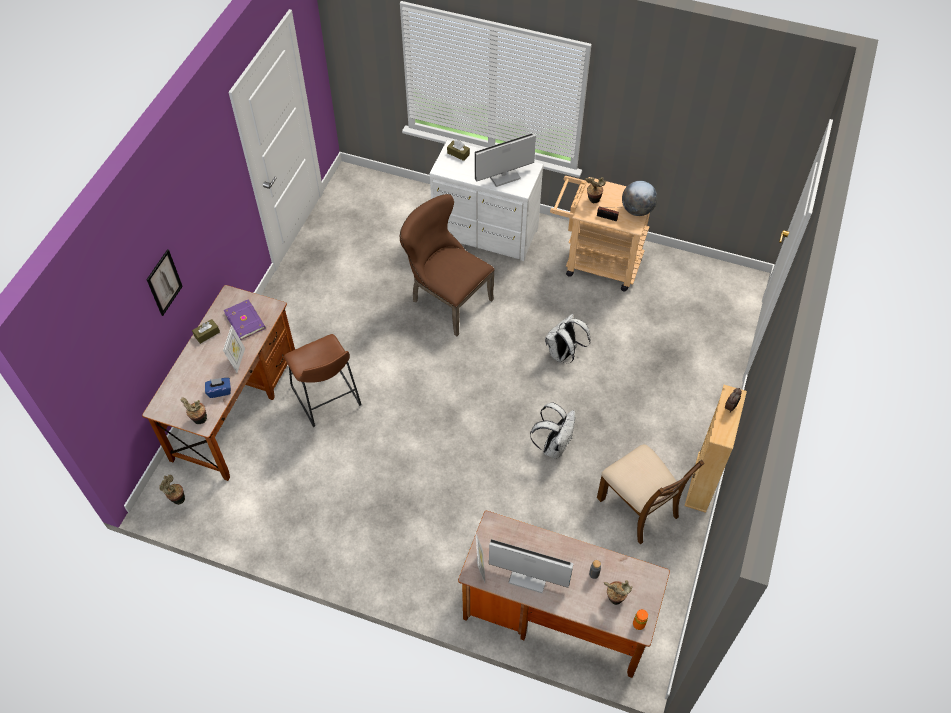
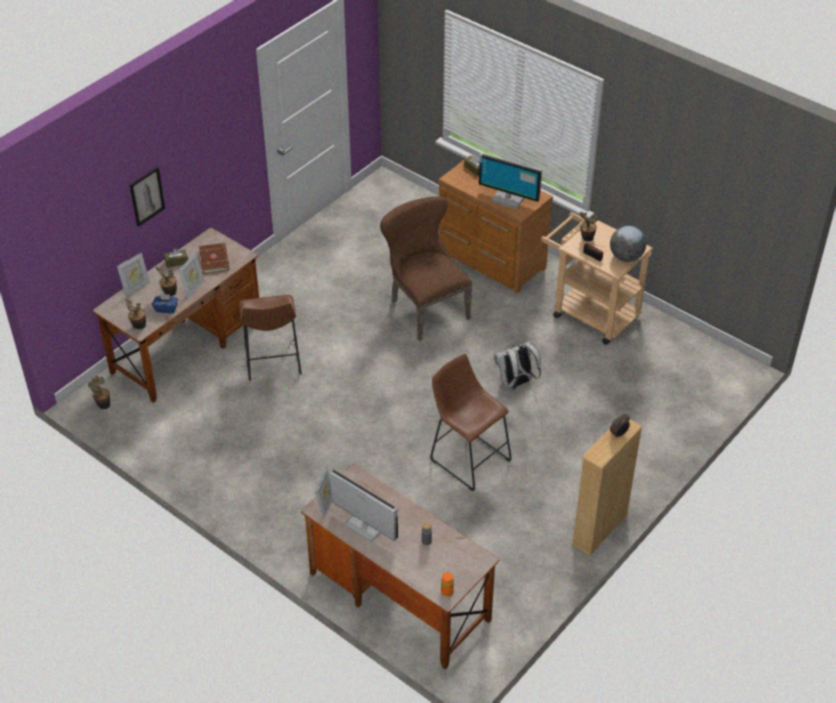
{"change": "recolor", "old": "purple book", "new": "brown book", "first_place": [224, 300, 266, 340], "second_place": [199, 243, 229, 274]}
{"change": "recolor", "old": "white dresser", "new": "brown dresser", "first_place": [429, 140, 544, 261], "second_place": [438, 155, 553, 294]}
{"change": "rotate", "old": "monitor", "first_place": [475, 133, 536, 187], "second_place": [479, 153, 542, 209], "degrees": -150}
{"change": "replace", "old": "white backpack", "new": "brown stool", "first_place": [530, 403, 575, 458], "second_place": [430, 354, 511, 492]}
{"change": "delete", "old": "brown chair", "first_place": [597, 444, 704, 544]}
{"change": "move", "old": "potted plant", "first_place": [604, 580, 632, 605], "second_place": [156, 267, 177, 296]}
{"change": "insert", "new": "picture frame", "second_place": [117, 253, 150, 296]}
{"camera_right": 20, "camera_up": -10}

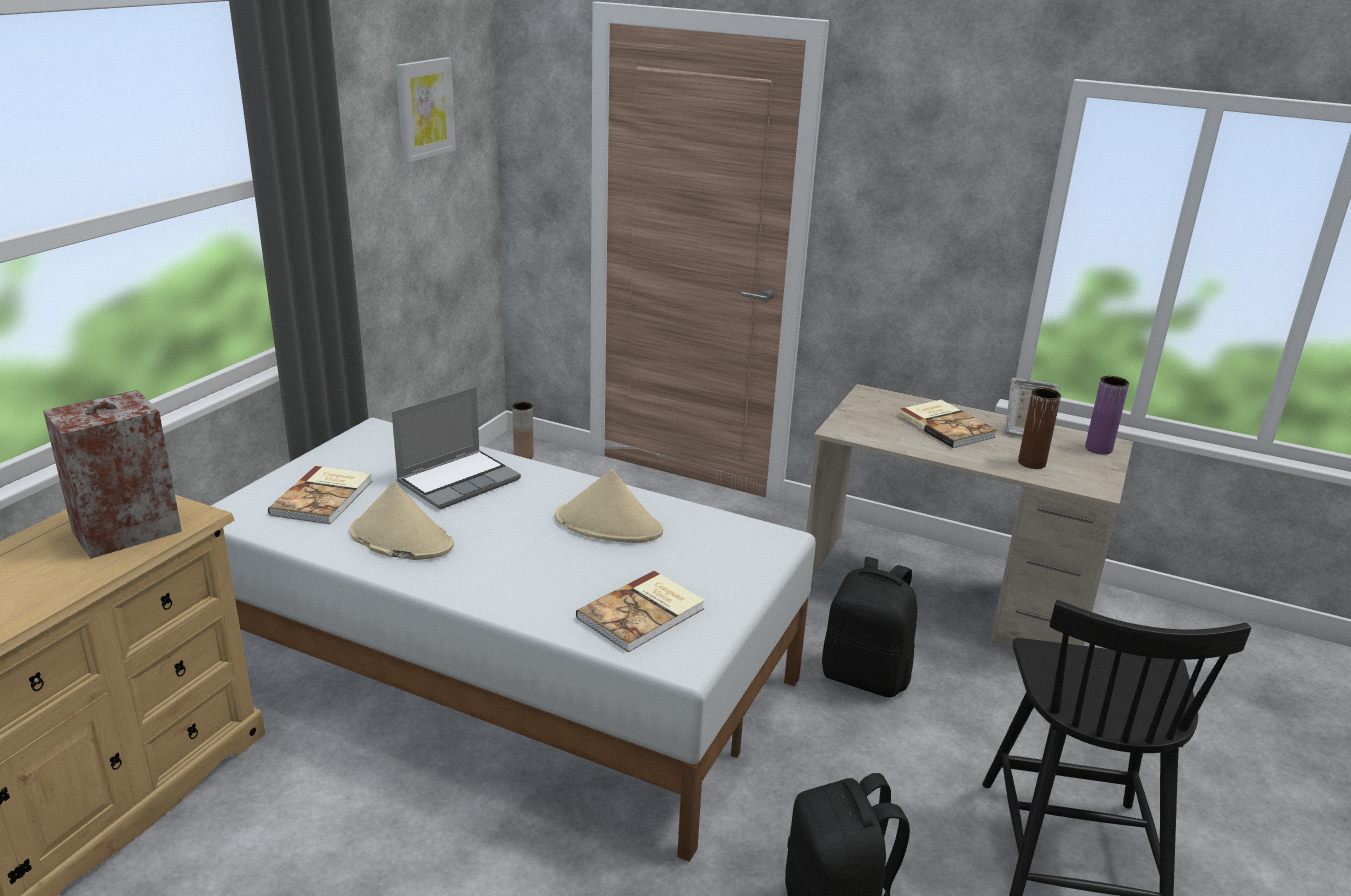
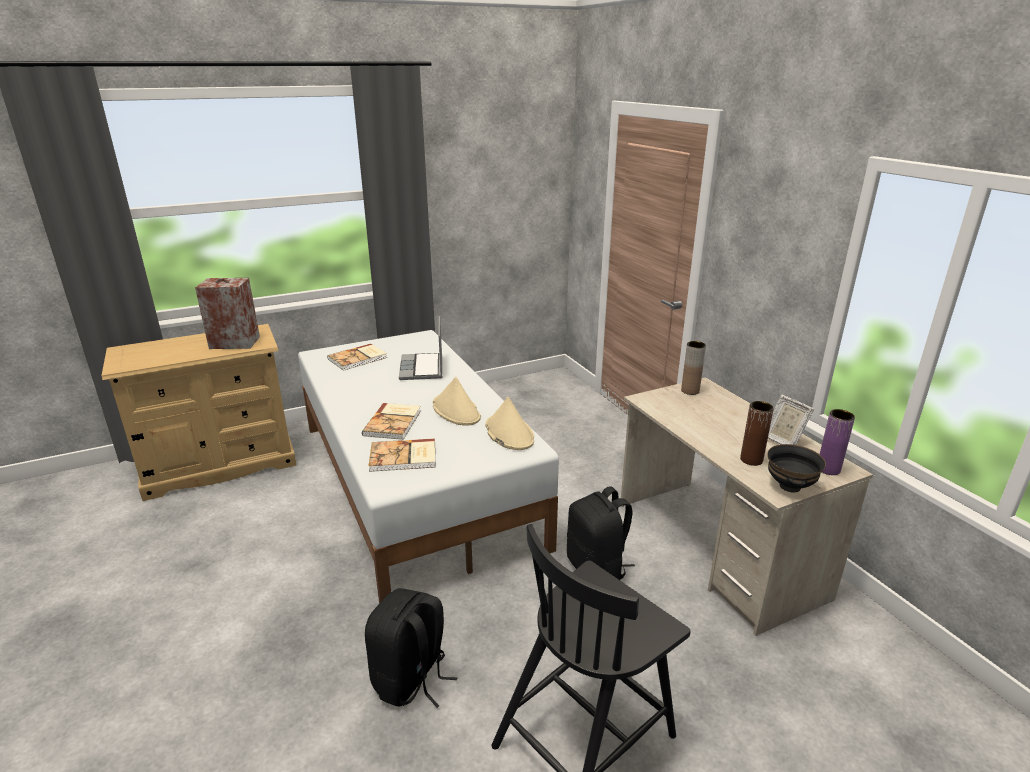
{"change": "move", "old": "beige hat", "first_place": [350, 481, 454, 560], "second_place": [485, 397, 534, 450]}
{"change": "rotate", "old": "laptop", "first_place": [392, 387, 521, 510], "second_place": [399, 316, 442, 380], "degrees": 90}
{"change": "delete", "old": "picture", "first_place": [396, 57, 456, 163]}
{"change": "move", "old": "brown vase", "first_place": [512, 402, 534, 459], "second_place": [681, 341, 706, 395]}
{"change": "move", "old": "book", "first_place": [898, 400, 997, 448], "second_place": [362, 403, 421, 440]}
{"change": "insert", "new": "black bowl", "second_place": [767, 444, 826, 492]}
{"camera_right": 40, "camera_up": 0}

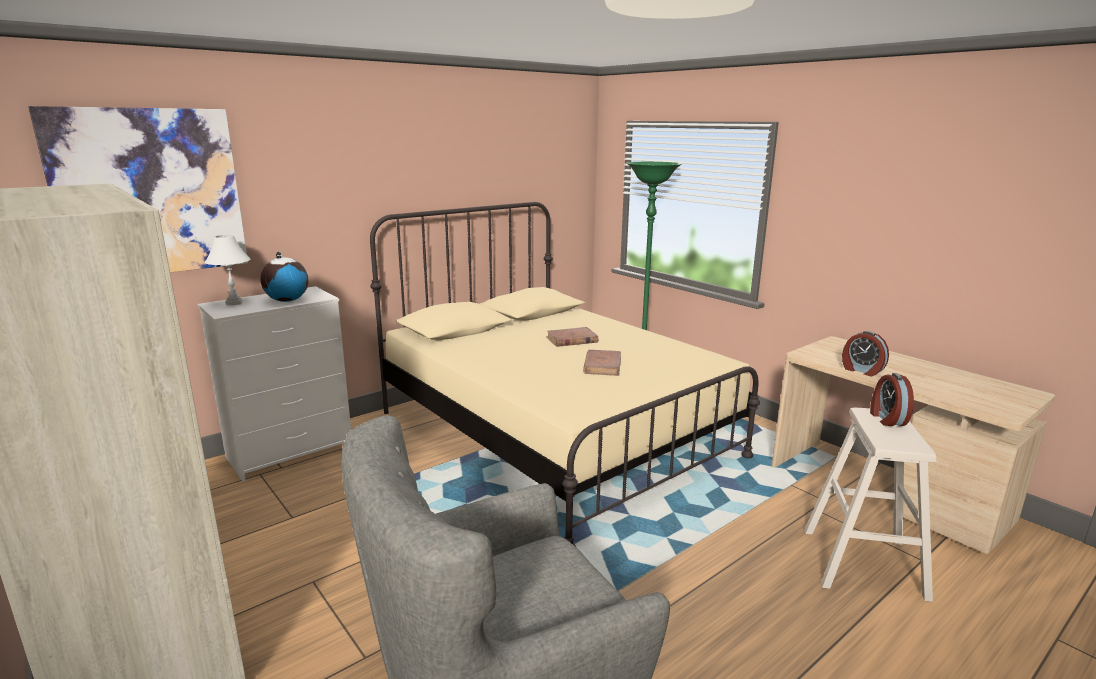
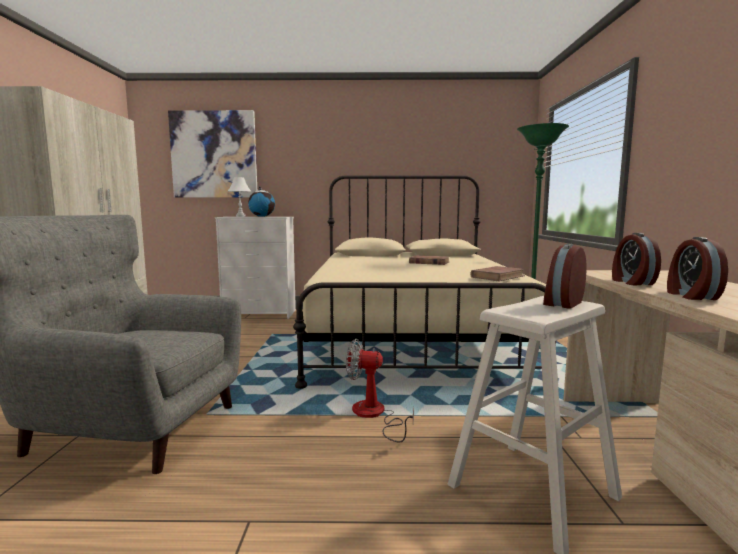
{"change": "move", "old": "brown book", "first_place": [583, 350, 621, 376], "second_place": [470, 266, 525, 281]}
{"change": "insert", "new": "fan", "second_place": [346, 339, 414, 442]}
{"change": "insert", "new": "alarm clock", "second_place": [667, 237, 728, 300]}
{"camera_right": 40, "camera_up": -10}

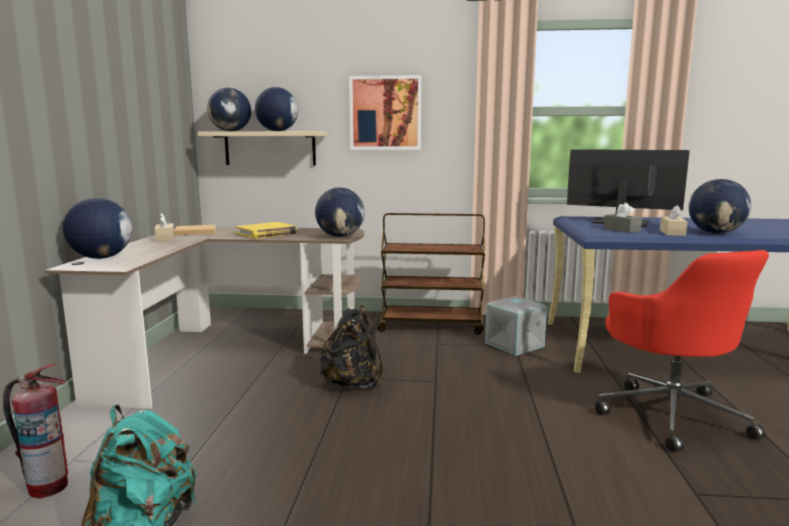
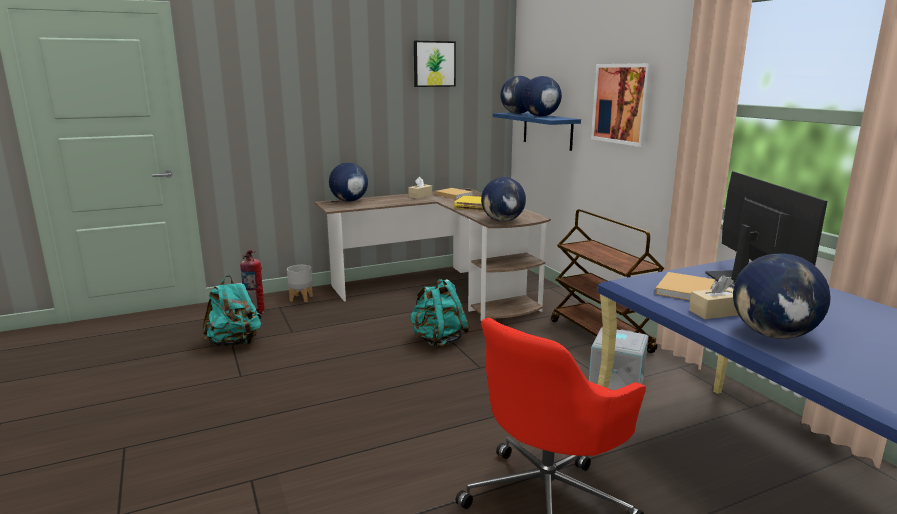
{"change": "recolor", "old": "beige shelf", "new": "blue shelf", "first_place": [198, 131, 327, 165], "second_place": [493, 113, 581, 151]}
{"change": "recolor", "old": "black backpack", "new": "turquoise backpack", "first_place": [320, 305, 383, 388], "second_place": [410, 279, 470, 348]}
{"change": "replace", "old": "grey tissue box", "new": "beige book", "first_place": [604, 203, 642, 233], "second_place": [655, 272, 715, 300]}
{"change": "insert", "new": "grey planter", "second_place": [287, 265, 313, 302]}
{"change": "insert", "new": "picture", "second_place": [414, 41, 456, 87]}
{"camera_right": 60, "camera_up": 5}

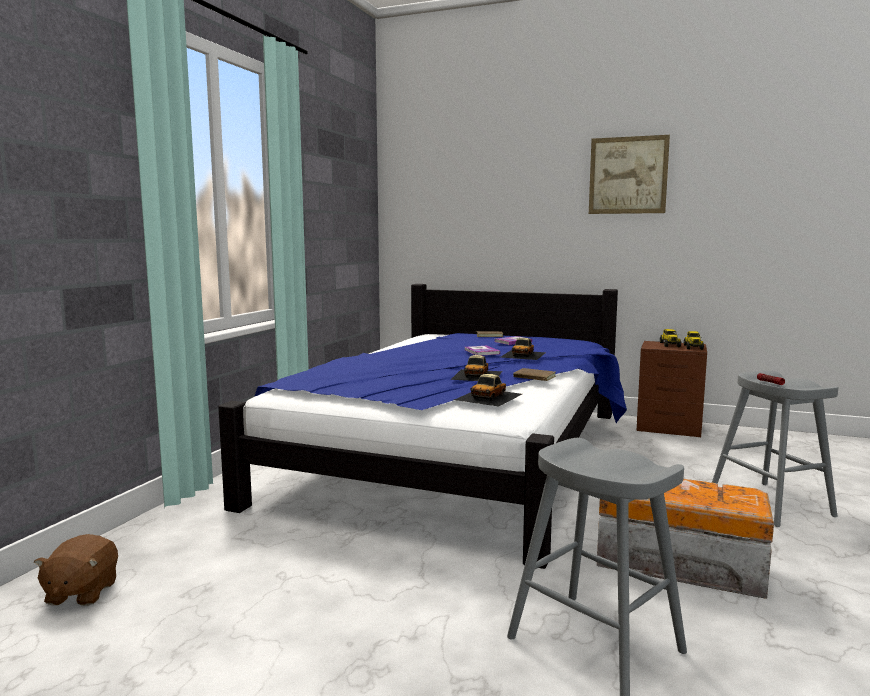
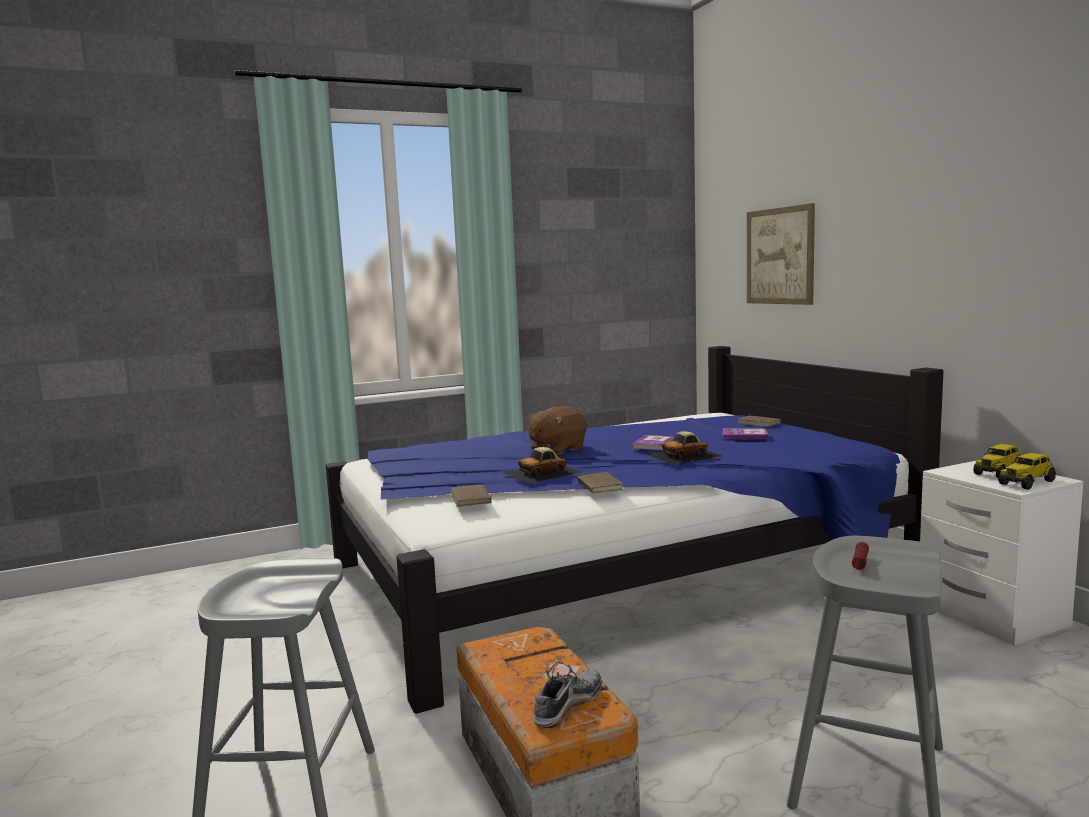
{"change": "move", "old": "brown plush toy", "first_place": [34, 534, 118, 606], "second_place": [527, 406, 586, 455]}
{"change": "replace", "old": "toy car", "new": "brown book", "first_place": [454, 374, 522, 407], "second_place": [451, 483, 493, 507]}
{"change": "move", "old": "picture", "first_place": [589, 135, 670, 214], "second_place": [747, 203, 815, 305]}
{"change": "recolor", "old": "brown nightstand", "new": "white nightstand", "first_place": [636, 341, 707, 437], "second_place": [920, 460, 1083, 645]}
{"change": "insert", "new": "shoe", "second_place": [533, 662, 602, 728]}
{"camera_right": 45, "camera_up": 0}

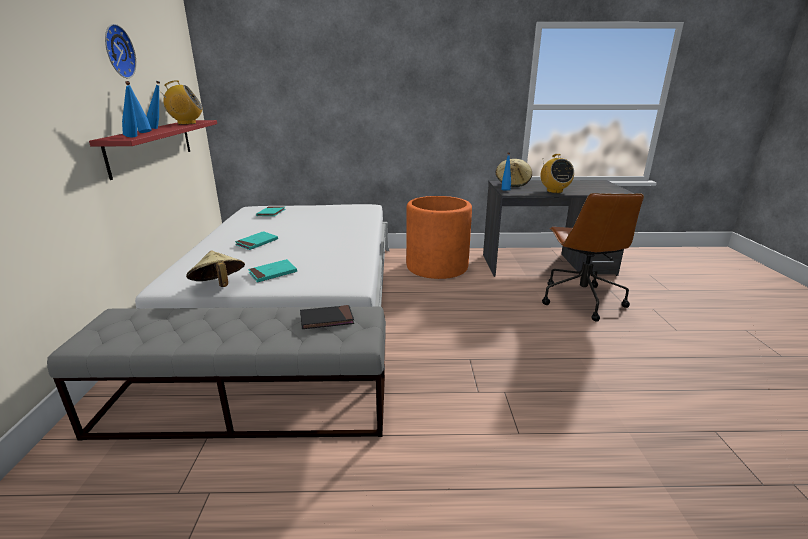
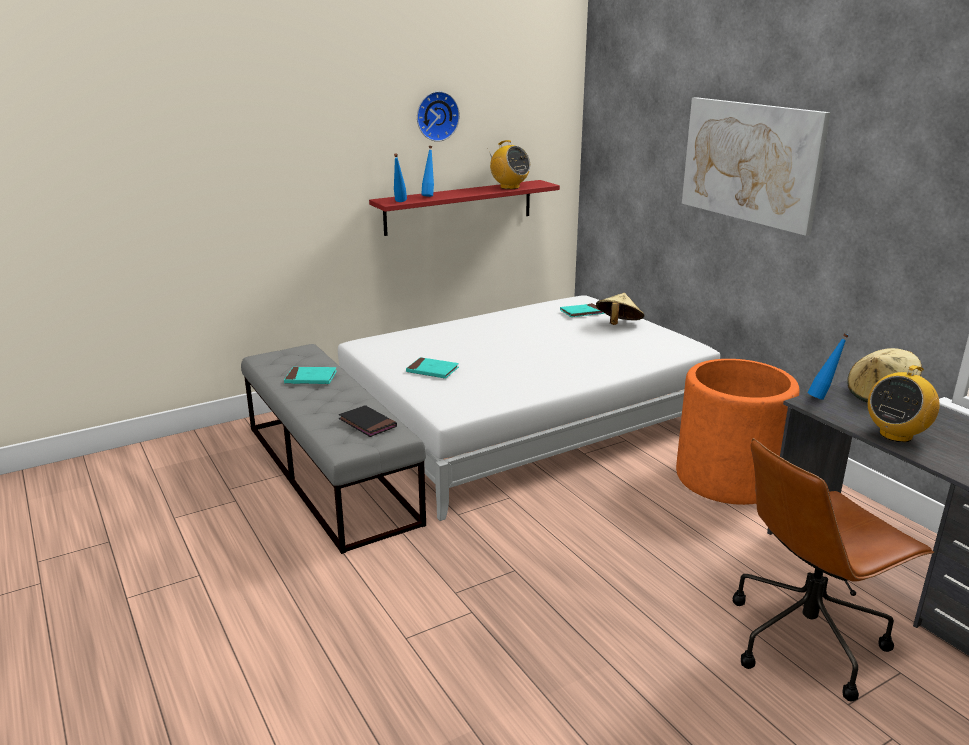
{"change": "delete", "old": "blue bottle", "first_place": [147, 81, 160, 129]}
{"change": "move", "old": "beige hat", "first_place": [186, 251, 245, 287], "second_place": [596, 293, 644, 325]}
{"change": "move", "old": "turquoise book", "first_place": [235, 231, 278, 250], "second_place": [284, 367, 337, 384]}
{"change": "insert", "new": "picture", "second_place": [682, 97, 831, 236]}
{"camera_right": 60, "camera_up": 0}

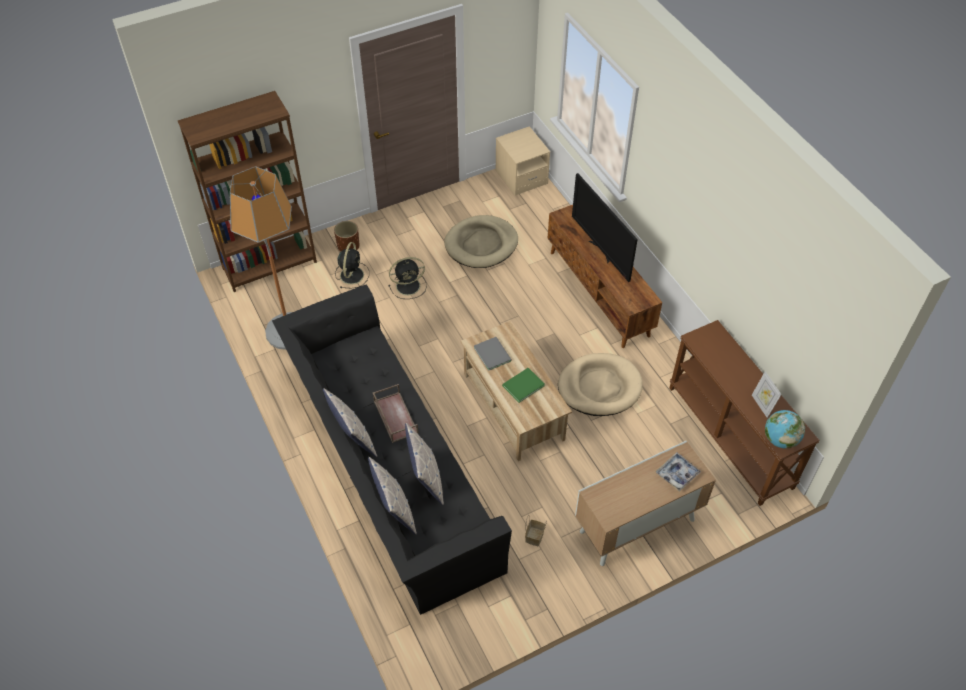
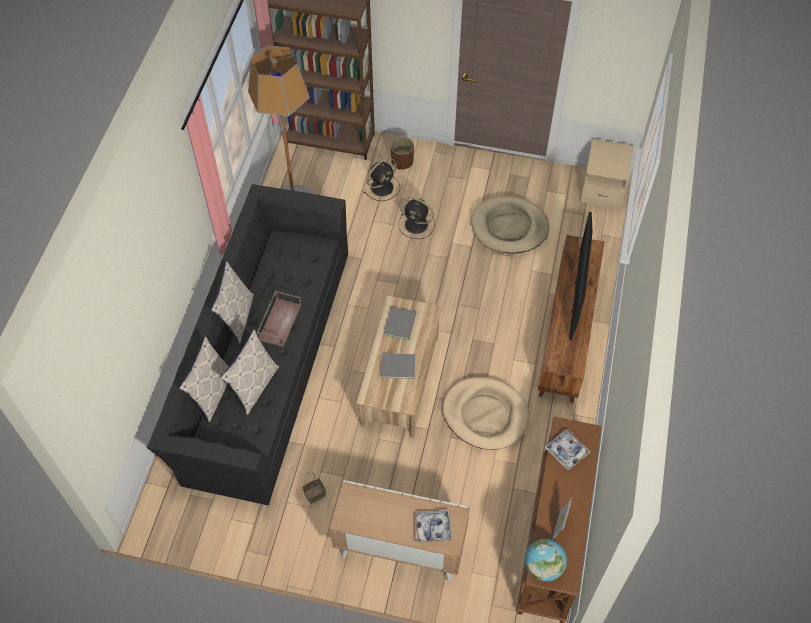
{"change": "recolor", "old": "green book", "new": "grey book", "first_place": [502, 368, 544, 403], "second_place": [381, 353, 415, 379]}
{"change": "insert", "new": "tray", "second_place": [545, 429, 591, 470]}
{"camera_right": 40, "camera_up": 5}

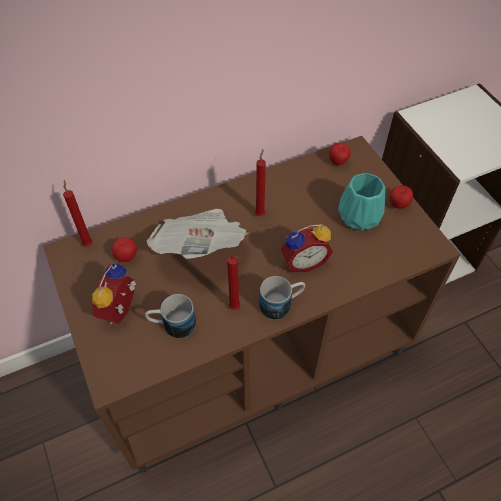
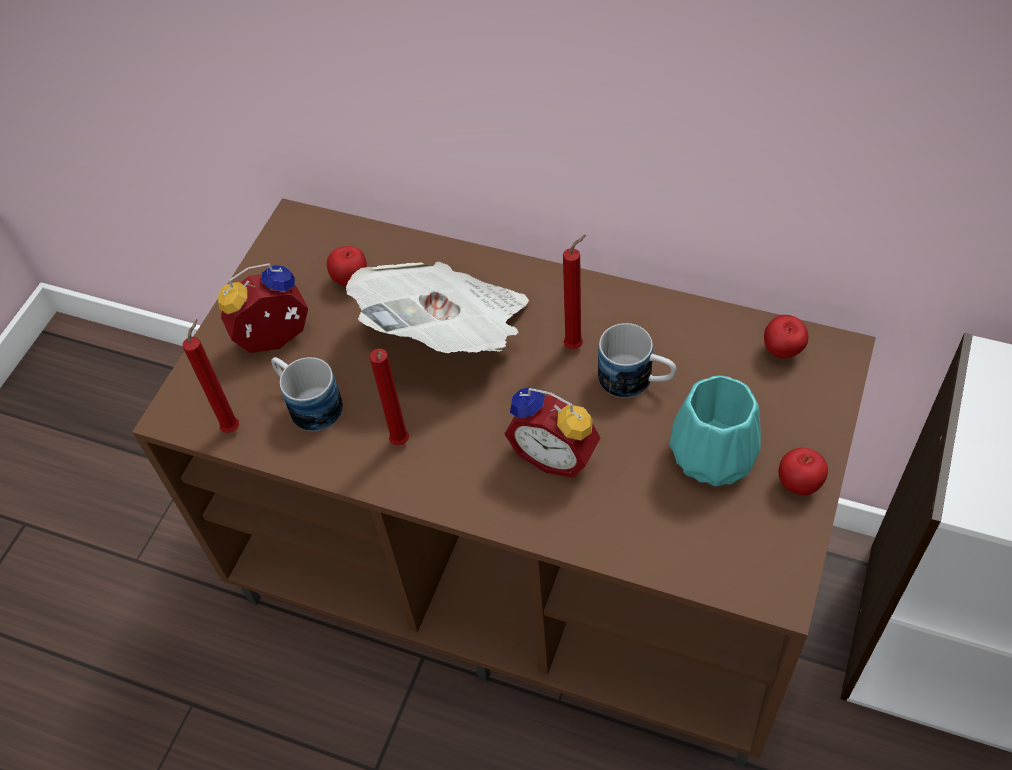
{"change": "move", "old": "red candle", "first_place": [63, 180, 93, 247], "second_place": [183, 319, 239, 433]}
{"change": "move", "old": "mug", "first_place": [259, 276, 305, 320], "second_place": [598, 323, 676, 398]}
{"camera_right": 50, "camera_up": 0}

